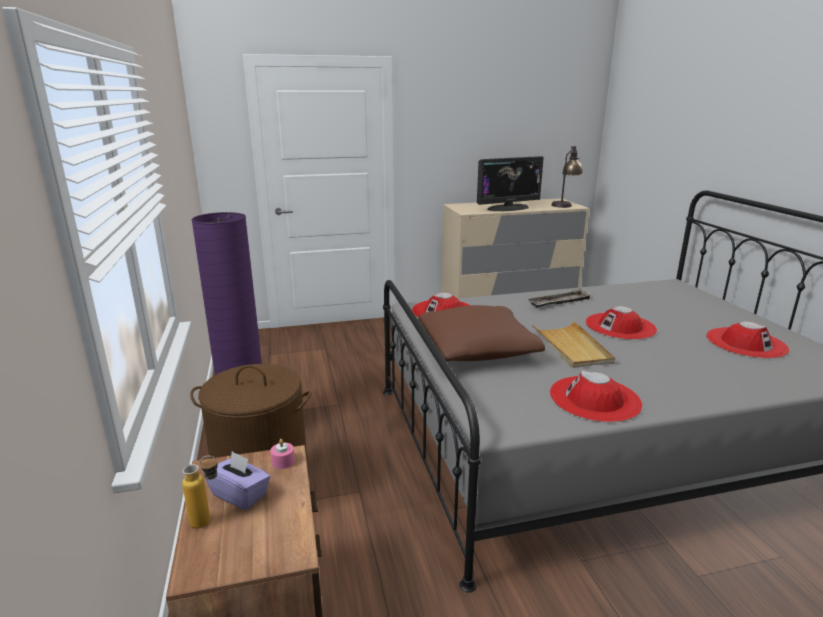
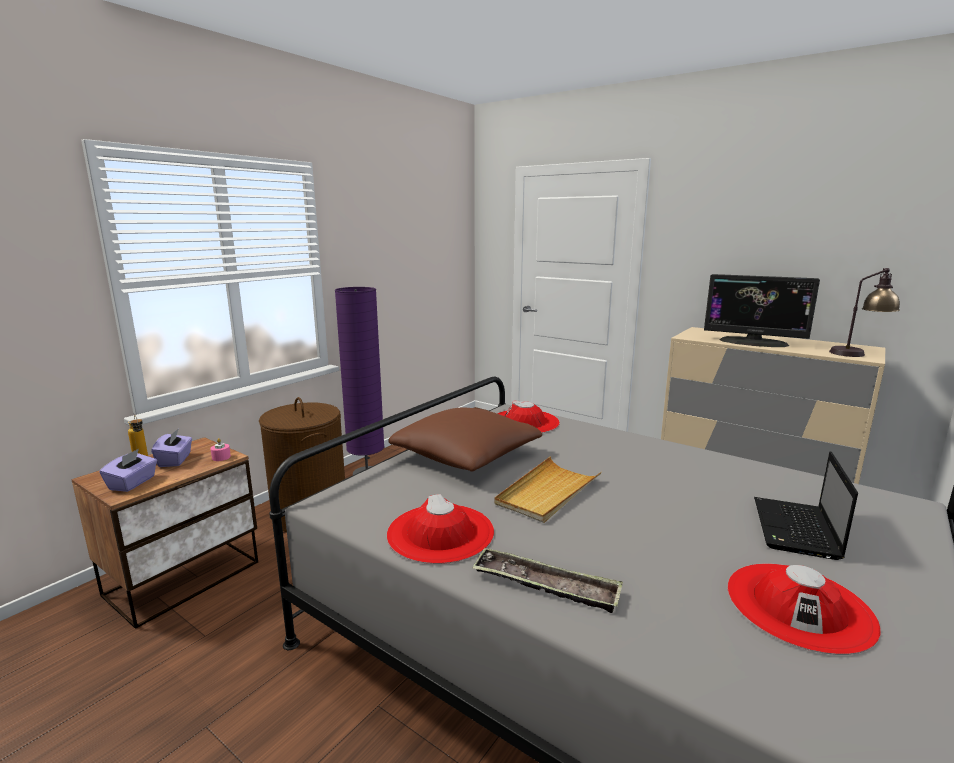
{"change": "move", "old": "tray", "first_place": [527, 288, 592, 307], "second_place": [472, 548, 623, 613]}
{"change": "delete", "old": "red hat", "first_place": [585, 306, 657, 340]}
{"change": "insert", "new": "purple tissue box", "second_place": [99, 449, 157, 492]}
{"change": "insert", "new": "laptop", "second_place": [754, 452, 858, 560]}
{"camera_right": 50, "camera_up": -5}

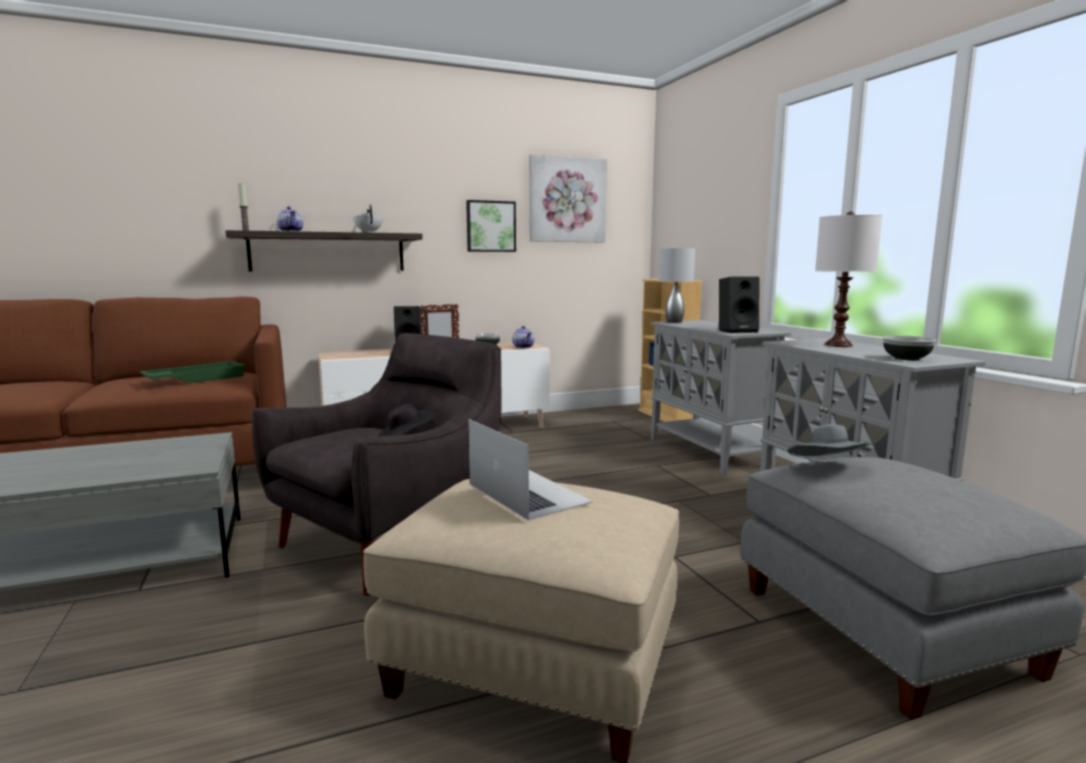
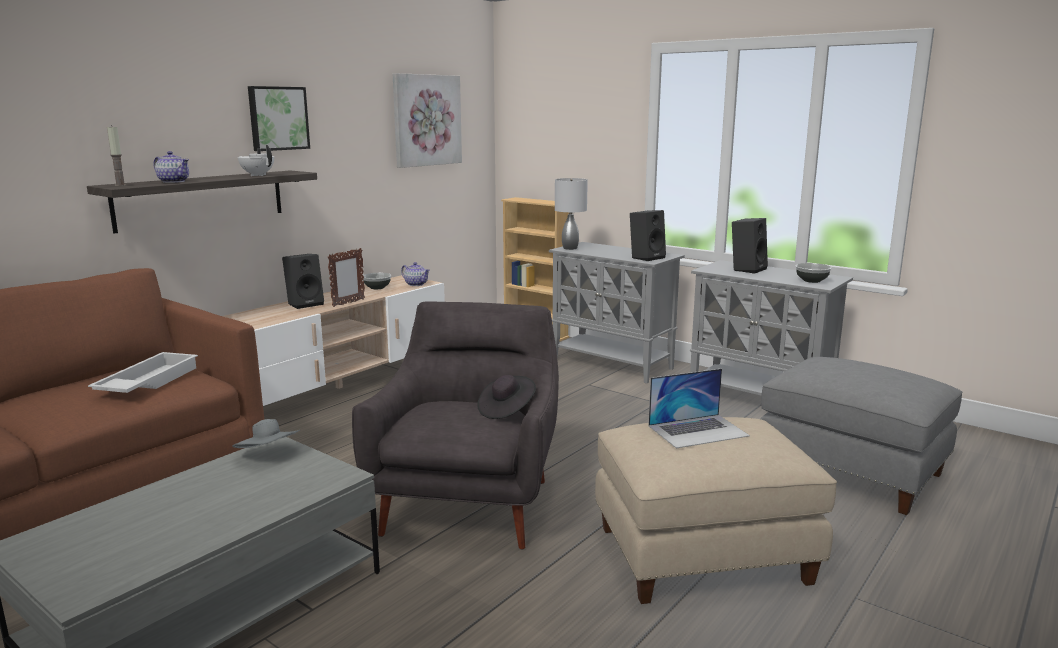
{"change": "recolor", "old": "green tray", "new": "white tray", "first_place": [139, 361, 246, 383], "second_place": [88, 352, 198, 393]}
{"change": "move", "old": "picture", "first_place": [466, 200, 516, 252], "second_place": [248, 86, 310, 151]}
{"change": "rotate", "old": "laptop", "first_place": [468, 419, 593, 521], "second_place": [648, 368, 750, 448], "degrees": 135}
{"change": "move", "old": "grey hat", "first_place": [788, 424, 872, 458], "second_place": [232, 419, 300, 448]}
{"change": "replace", "old": "white table lamp", "new": "black speaker", "first_place": [815, 211, 882, 347], "second_place": [732, 218, 768, 274]}
{"camera_right": -30, "camera_up": 5}

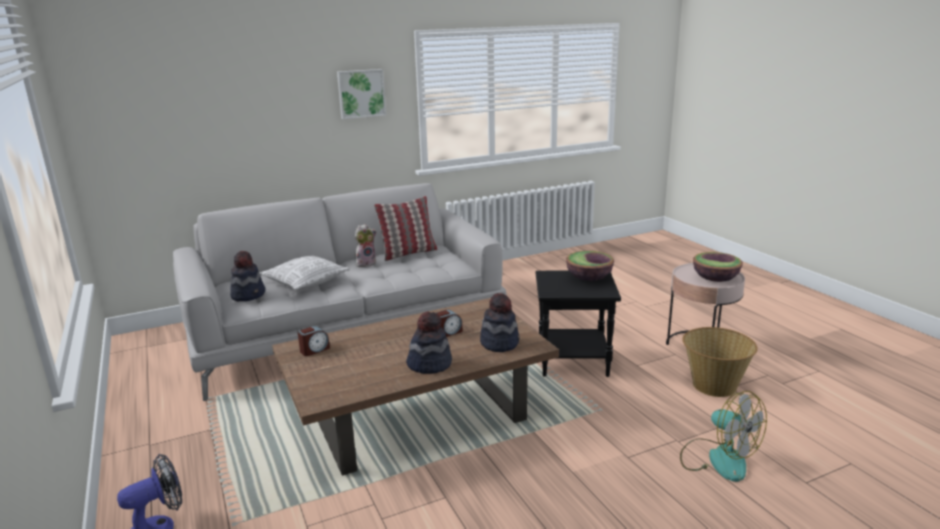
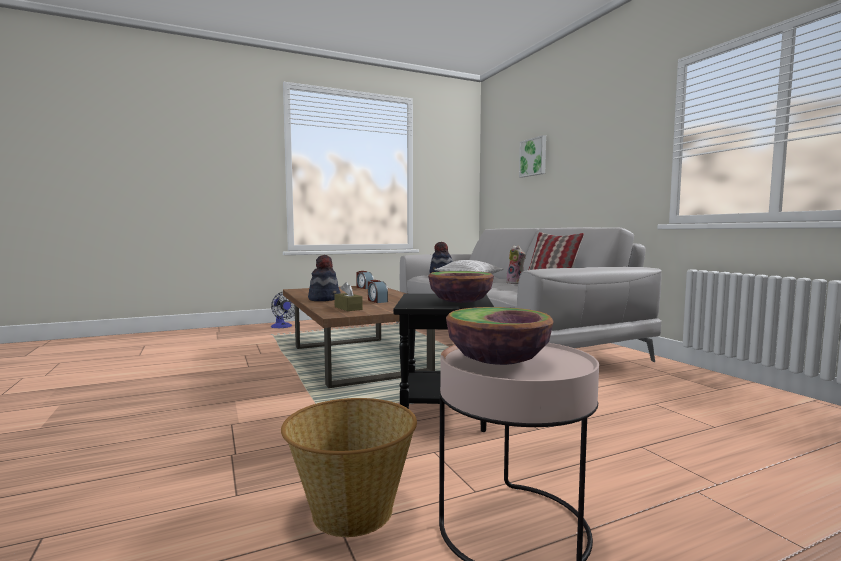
{"change": "move", "old": "picture", "first_place": [337, 69, 386, 119], "second_place": [519, 135, 546, 178]}
{"change": "replace", "old": "hat", "new": "brown tissue box", "first_place": [480, 293, 519, 352], "second_place": [334, 282, 363, 311]}
{"change": "delete", "old": "fan", "first_place": [680, 391, 767, 482]}
{"camera_right": 90, "camera_up": -15}

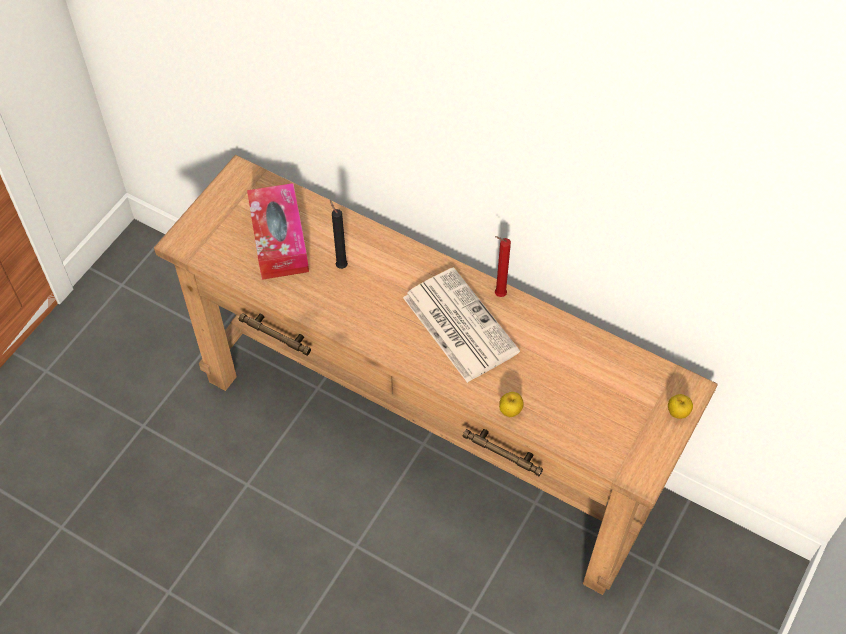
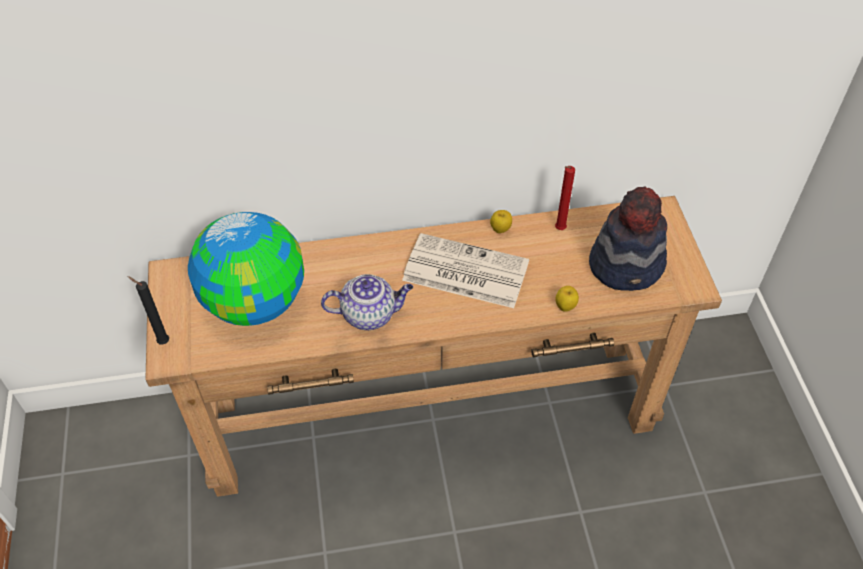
{"change": "replace", "old": "tissue box", "new": "globe", "first_place": [247, 183, 309, 280], "second_place": [188, 212, 304, 326]}
{"change": "move", "old": "black candle", "first_place": [330, 200, 348, 269], "second_place": [127, 276, 169, 344]}
{"change": "move", "old": "red candle", "first_place": [495, 236, 511, 297], "second_place": [555, 166, 575, 230]}
{"change": "move", "old": "apple", "first_place": [668, 394, 693, 419], "second_place": [490, 210, 512, 233]}
{"change": "insert", "new": "teapot", "second_place": [321, 274, 413, 330]}
{"change": "insert", "new": "hat", "second_place": [589, 186, 667, 291]}
{"camera_right": -40, "camera_up": -5}

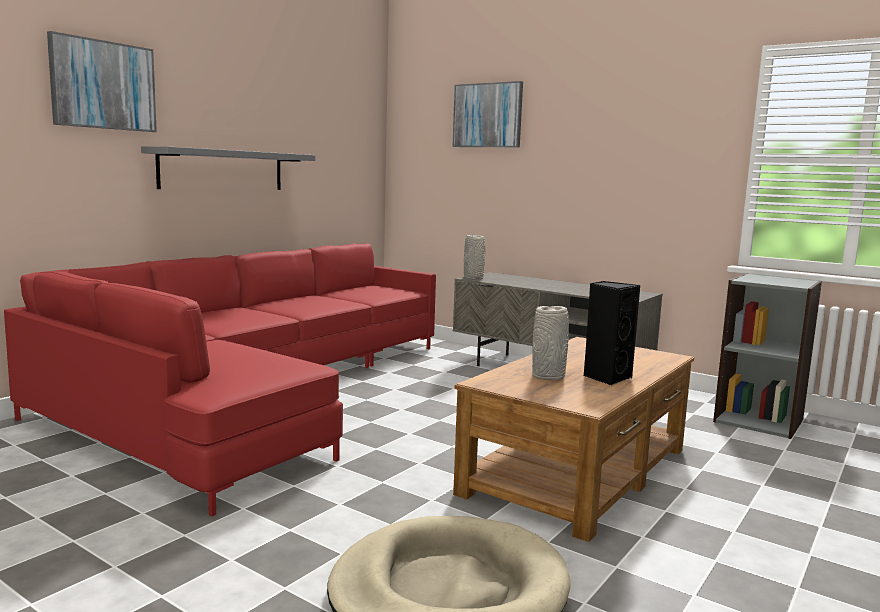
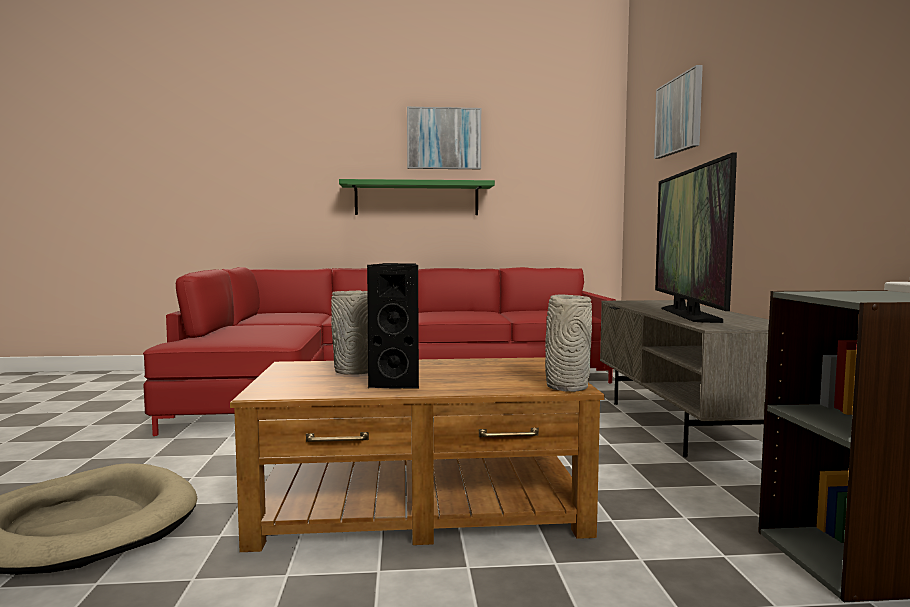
{"change": "move", "old": "picture", "first_place": [47, 31, 157, 132], "second_place": [407, 107, 481, 169]}
{"change": "recolor", "old": "grey shelf", "new": "green shelf", "first_place": [141, 146, 315, 190], "second_place": [339, 179, 495, 215]}
{"change": "move", "old": "grey vase", "first_place": [464, 235, 485, 280], "second_place": [545, 294, 592, 392]}
{"change": "insert", "new": "television", "second_place": [655, 153, 737, 323]}
{"camera_right": 50, "camera_up": -5}

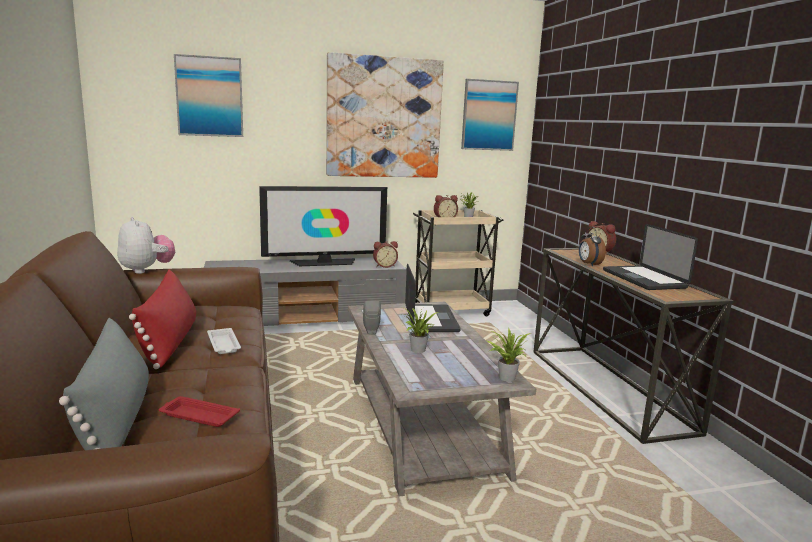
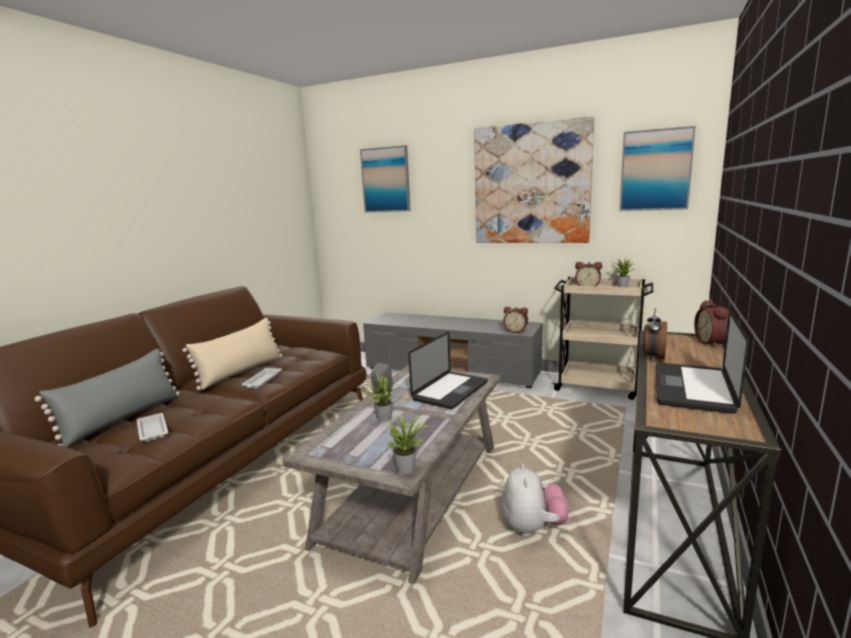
{"change": "move", "old": "plush toy", "first_place": [117, 217, 175, 274], "second_place": [502, 463, 569, 536]}
{"change": "recolor", "old": "red pillow", "new": "beige pillow", "first_place": [129, 270, 196, 369], "second_place": [182, 318, 282, 390]}
{"change": "recolor", "old": "red tray", "new": "white tray", "first_place": [159, 396, 240, 427], "second_place": [137, 413, 168, 442]}
{"change": "delete", "old": "television", "first_place": [259, 186, 387, 266]}
{"camera_right": 40, "camera_up": 0}

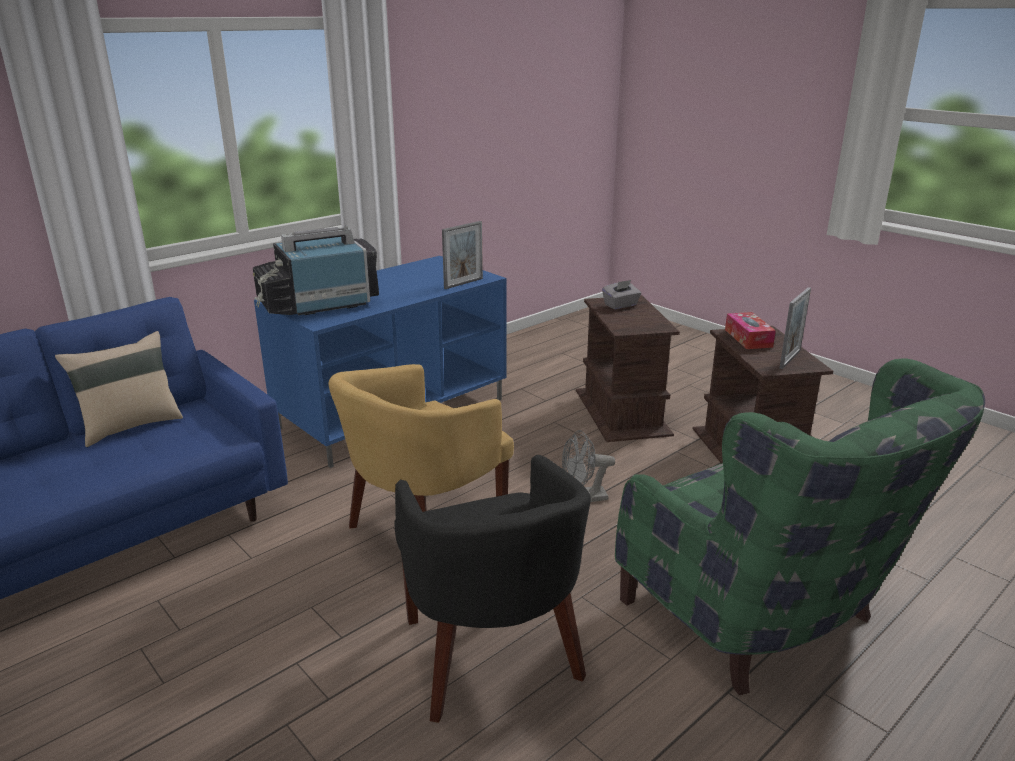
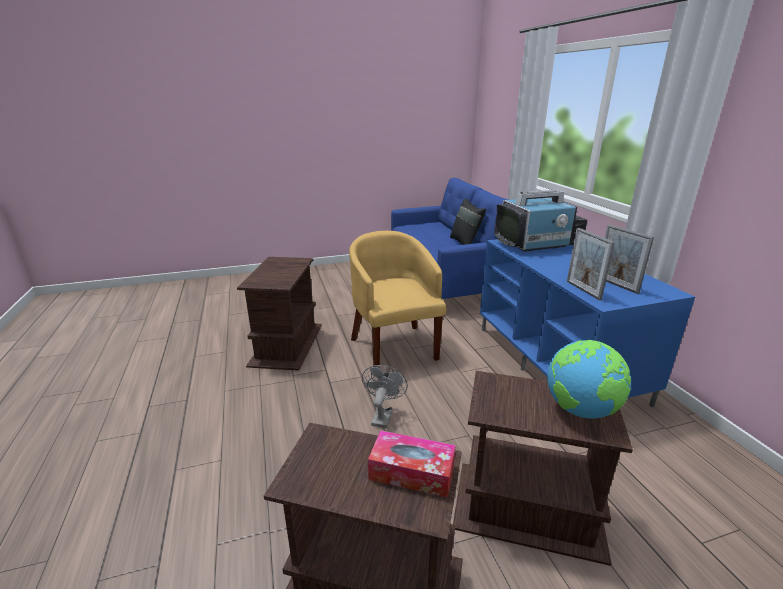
{"change": "recolor", "old": "beige pillow", "new": "black pillow", "first_place": [55, 331, 183, 447], "second_place": [450, 199, 486, 245]}
{"change": "rotate", "old": "television", "first_place": [253, 225, 379, 315], "second_place": [494, 190, 587, 252], "degrees": 75}
{"change": "replace", "old": "black armchair", "new": "brown side table", "first_place": [395, 455, 591, 723], "second_place": [237, 257, 322, 371]}
{"change": "replace", "old": "grey tissue box", "new": "globe", "first_place": [602, 280, 641, 309], "second_place": [547, 340, 631, 419]}
{"change": "delete", "old": "green armchair", "first_place": [615, 358, 985, 695]}
{"change": "move", "old": "picture frame", "first_place": [779, 287, 811, 369], "second_place": [605, 225, 654, 294]}
{"camera_right": 115, "camera_up": 0}

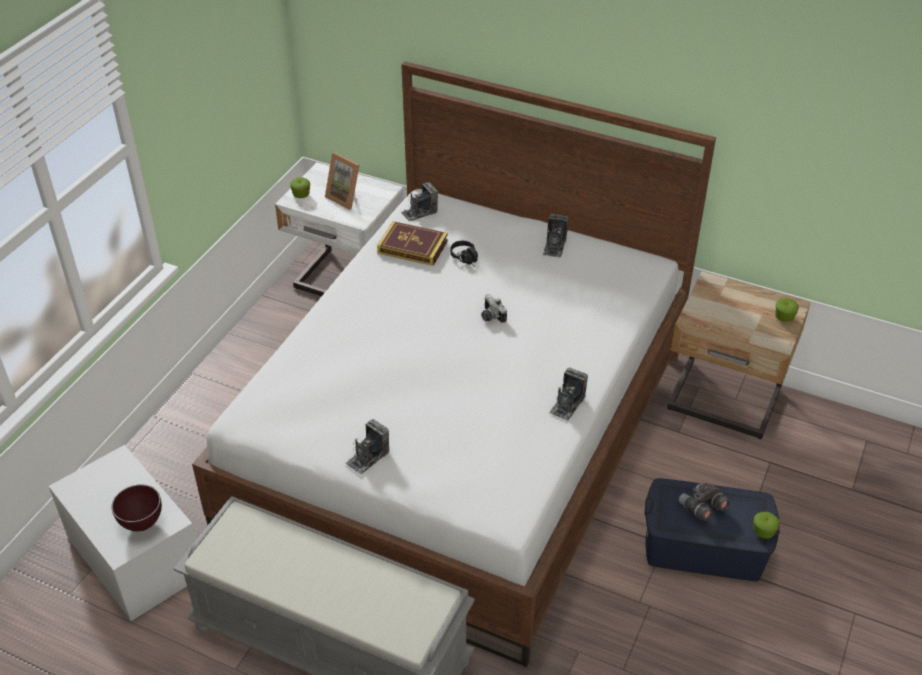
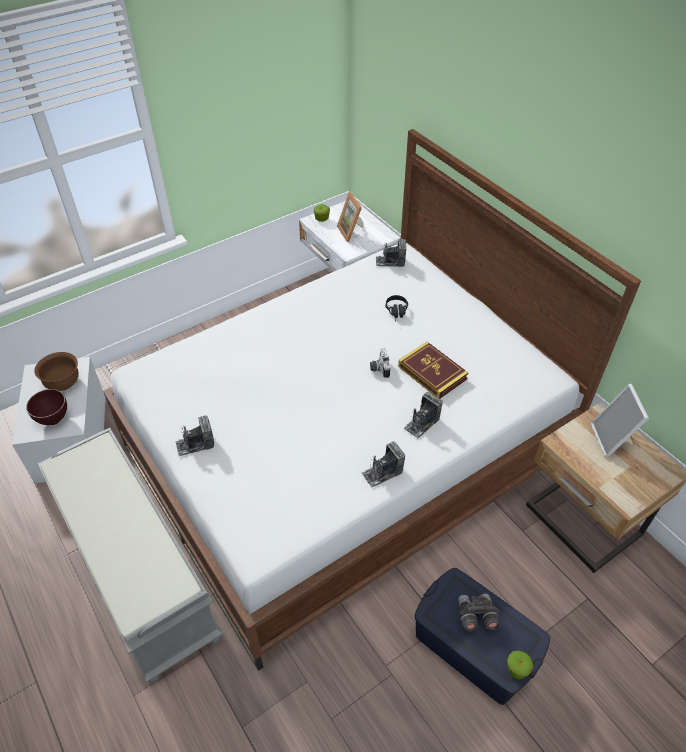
{"change": "move", "old": "book", "first_place": [377, 221, 448, 266], "second_place": [398, 342, 468, 399]}
{"change": "move", "old": "photo camera", "first_place": [543, 214, 569, 257], "second_place": [403, 392, 443, 438]}
{"change": "delete", "old": "apple", "first_place": [775, 298, 799, 322]}
{"change": "insert", "new": "brown bowl", "second_place": [34, 352, 79, 391]}
{"change": "insert", "new": "picture frame", "second_place": [591, 384, 649, 458]}
{"camera_right": 30, "camera_up": 5}

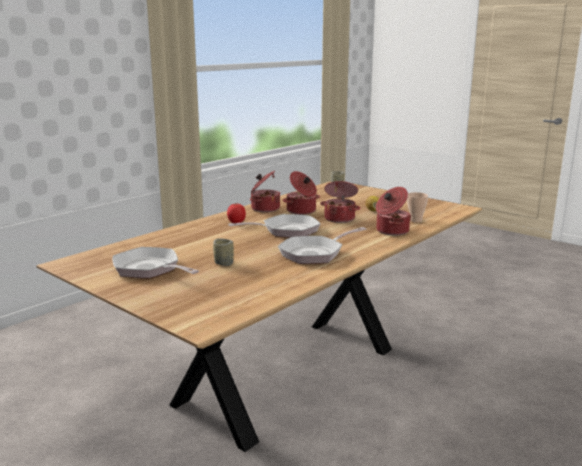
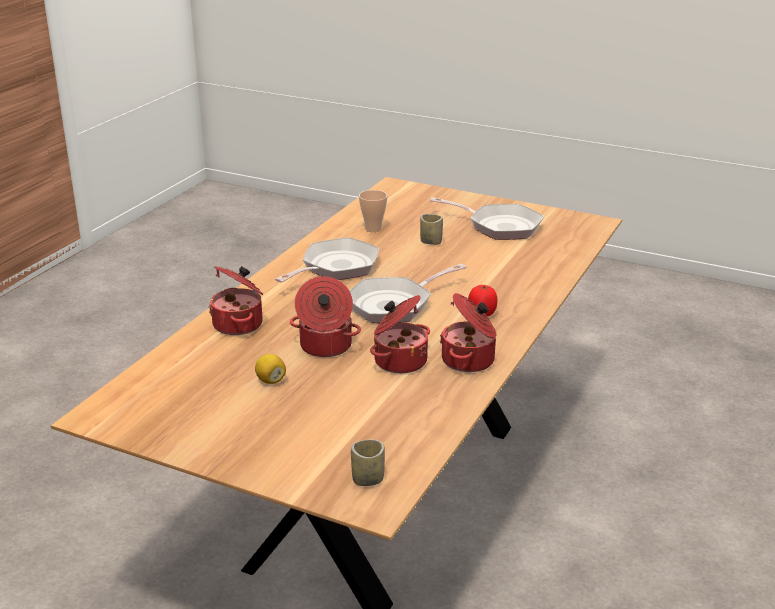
{"change": "move", "old": "cup", "first_place": [407, 192, 428, 223], "second_place": [359, 190, 387, 232]}
{"camera_right": 165, "camera_up": 10}

